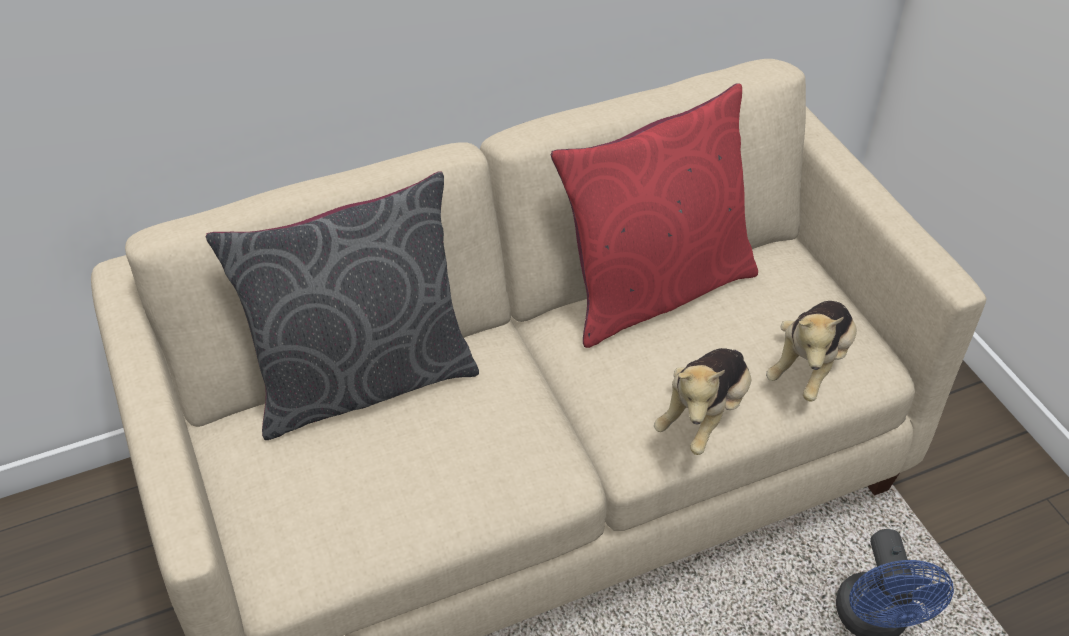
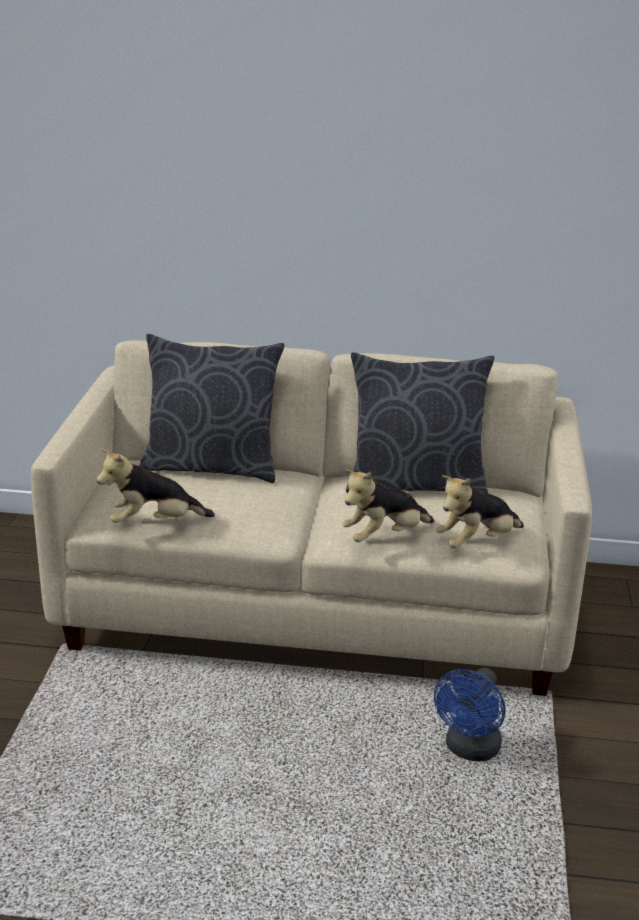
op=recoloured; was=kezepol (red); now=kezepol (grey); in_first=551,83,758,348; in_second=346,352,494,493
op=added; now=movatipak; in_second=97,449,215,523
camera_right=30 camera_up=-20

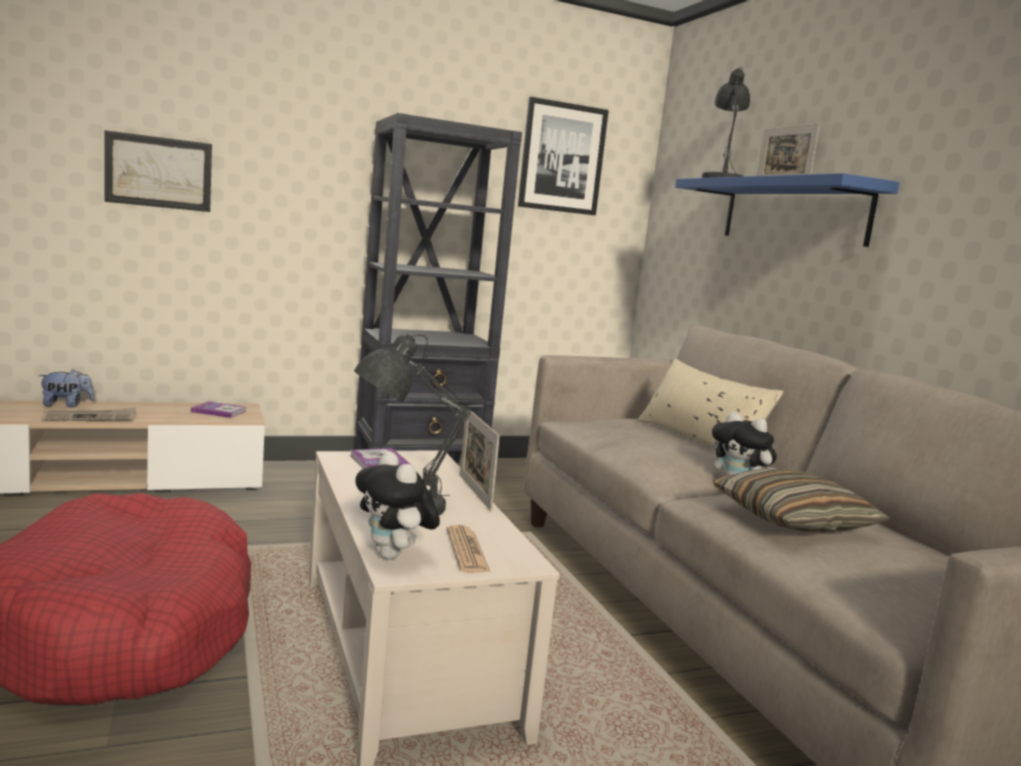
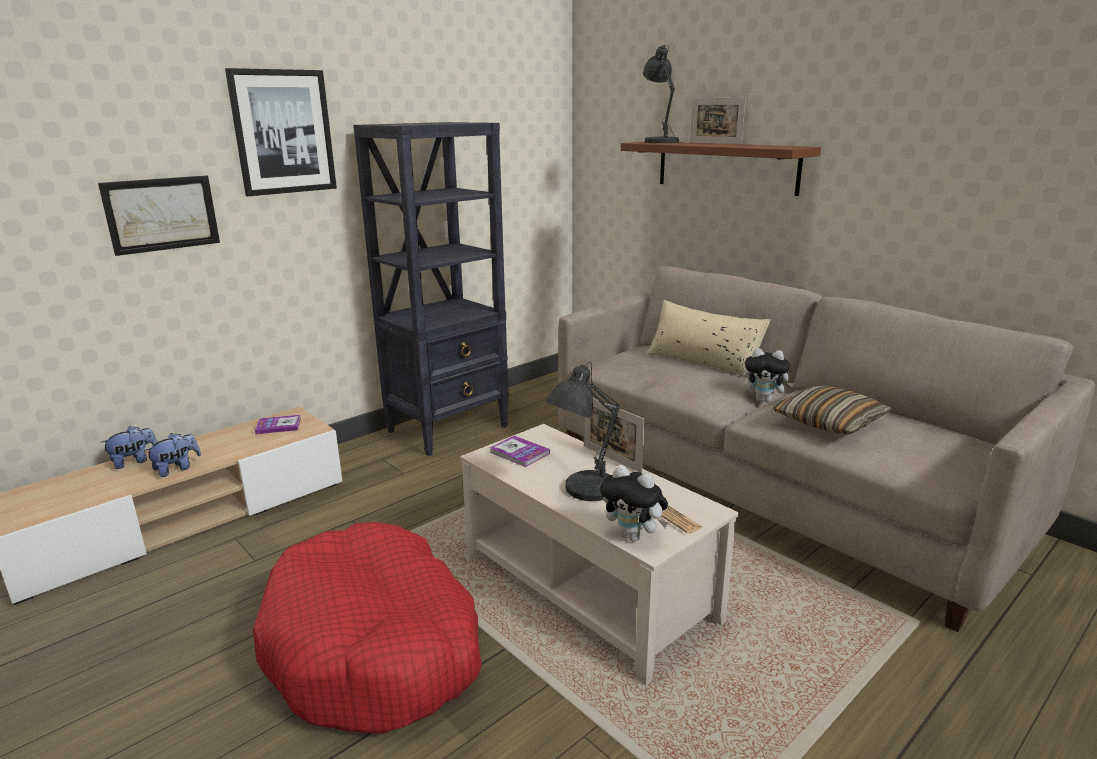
op=replaced; was=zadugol; now=movatipak; in_first=41,407,137,421; in_second=144,433,201,477
op=moved; was=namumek; in_first=518,97,609,215; in_second=225,68,337,196
op=recoloured; was=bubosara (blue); now=bubosara (brown); in_first=675,173,900,247; in_second=621,142,821,196
camera_right=-20 camera_up=10

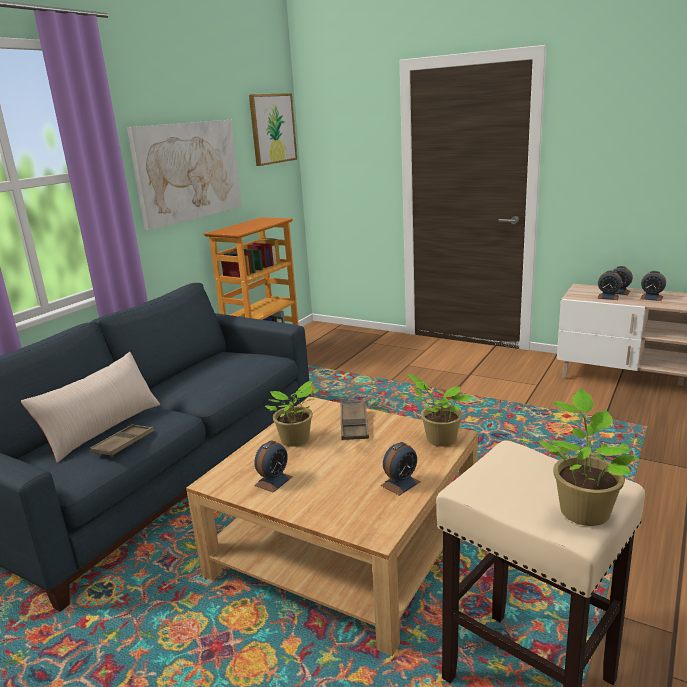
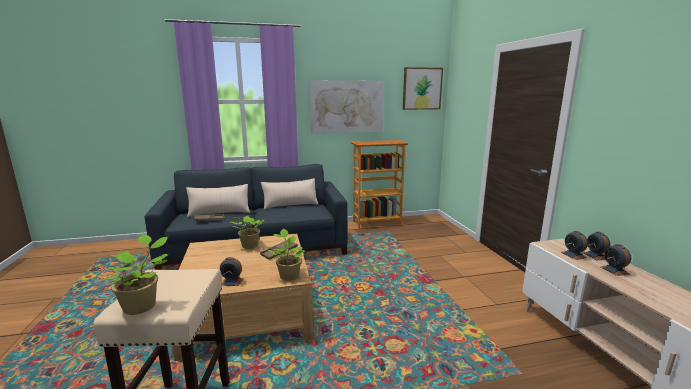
op=removed; was=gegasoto; in_first=254,440,293,493
op=added; now=kezepol (beige); in_second=261,178,318,210
camera_right=45 camera_up=-5

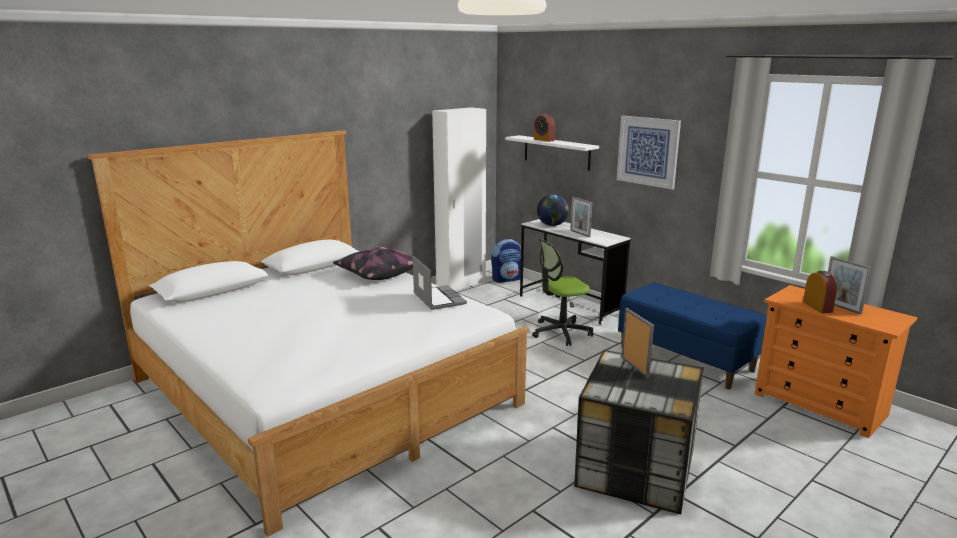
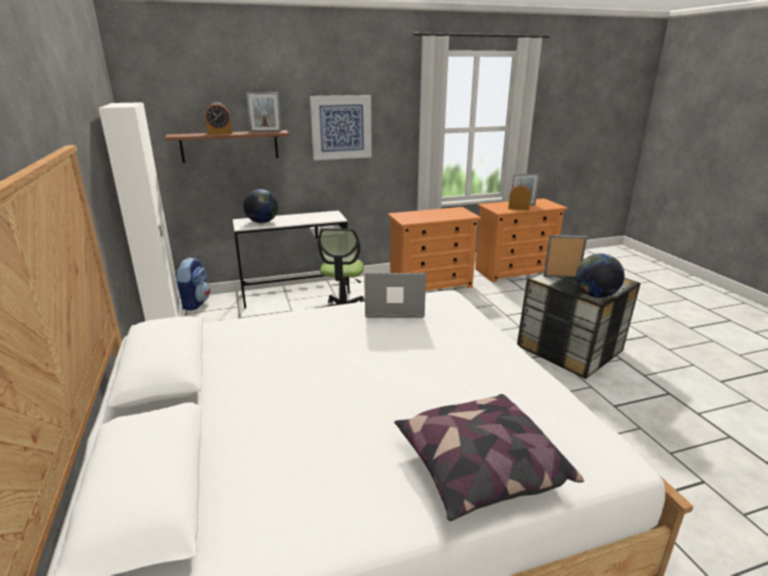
op=moved; was=kezepol; in_first=333,246,421,280; in_second=394,394,584,521
op=recoloured; was=bubosara (white); now=bubosara (brown); in_first=505,135,599,171; in_second=165,130,289,163
op=moved; was=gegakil; in_first=570,197,593,237; in_second=246,92,281,132
op=replaced; was=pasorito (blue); now=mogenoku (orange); in_first=618,282,767,389; in_second=388,207,481,291
op=added; now=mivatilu; in_second=576,253,624,298
camera_right=-65 camera_up=5

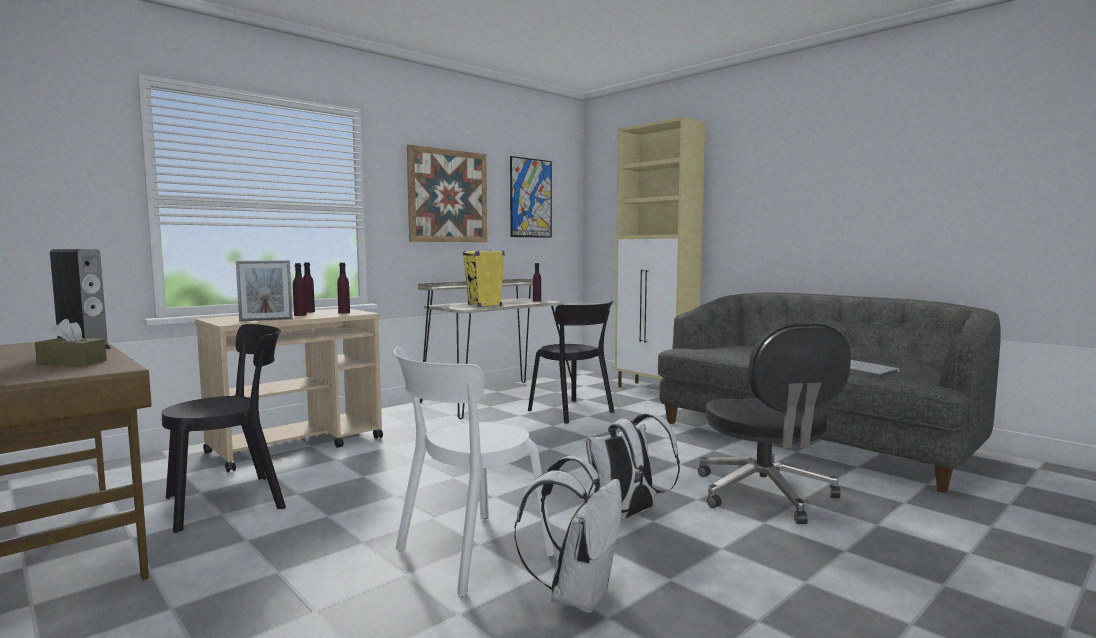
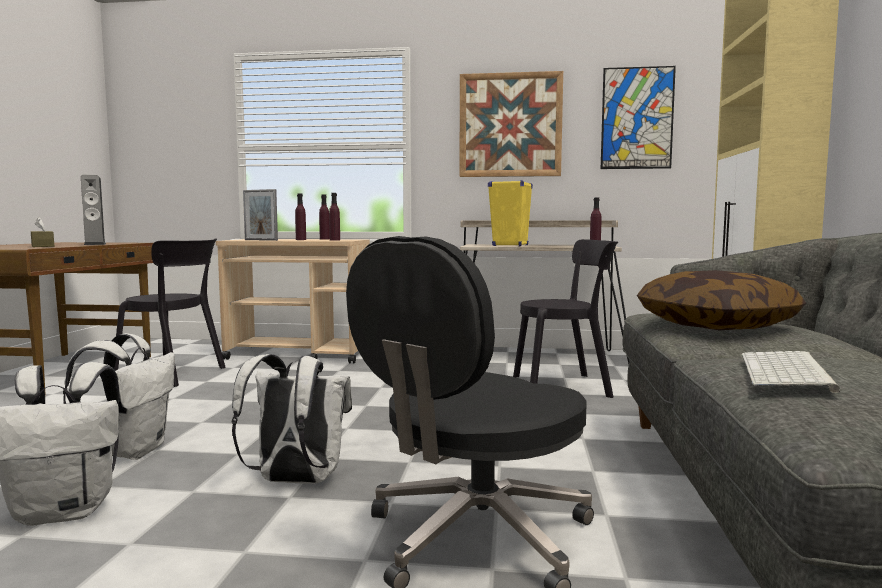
op=replaced; was=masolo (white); now=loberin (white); in_first=393,346,554,597; in_second=63,333,175,460
op=turned; was=masolo (black); in_first=528,301,614,424; in_second=513,239,618,398; clockwise=-105
op=added; now=kezepol; in_second=637,270,806,331
camera_right=50 camera_up=0

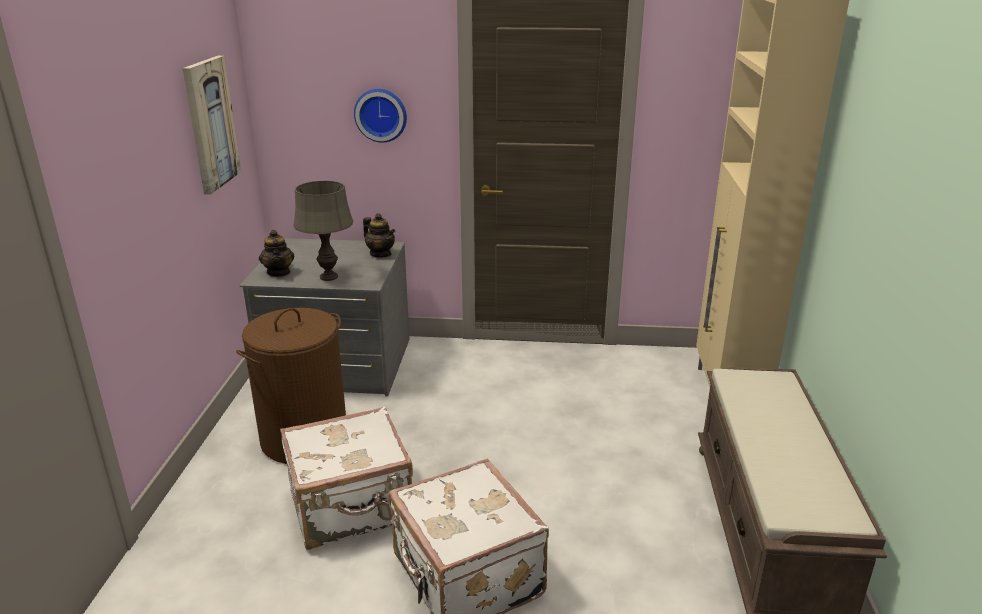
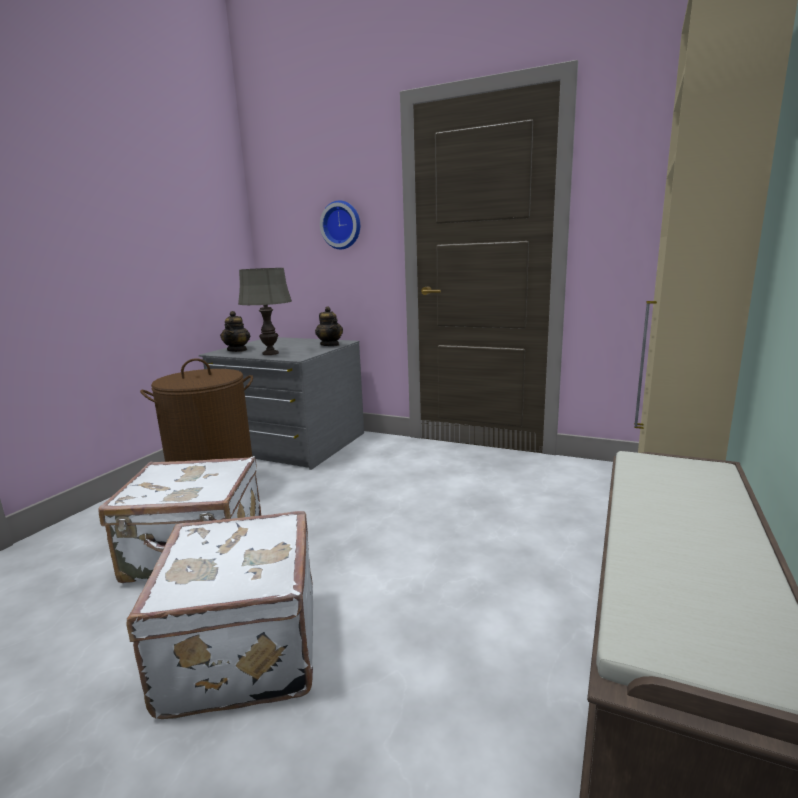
op=removed; was=namumek; in_first=182,56,241,195
camera_right=20 camera_up=-10

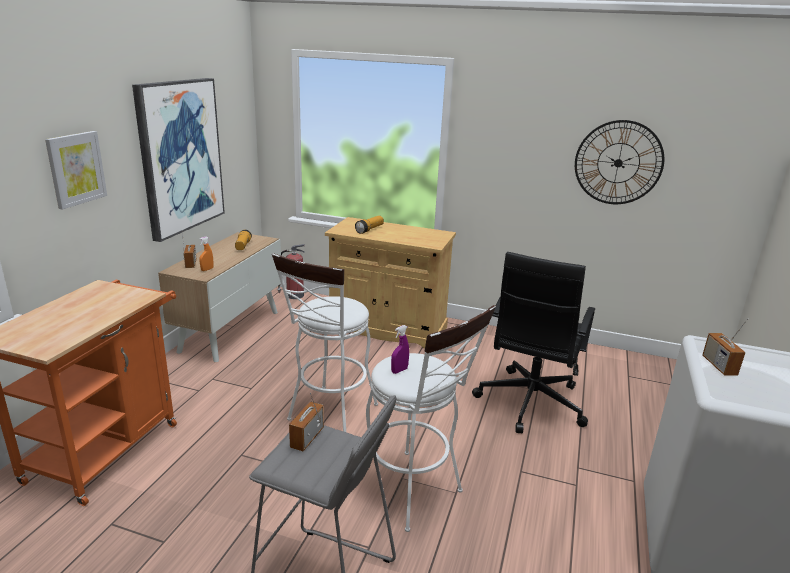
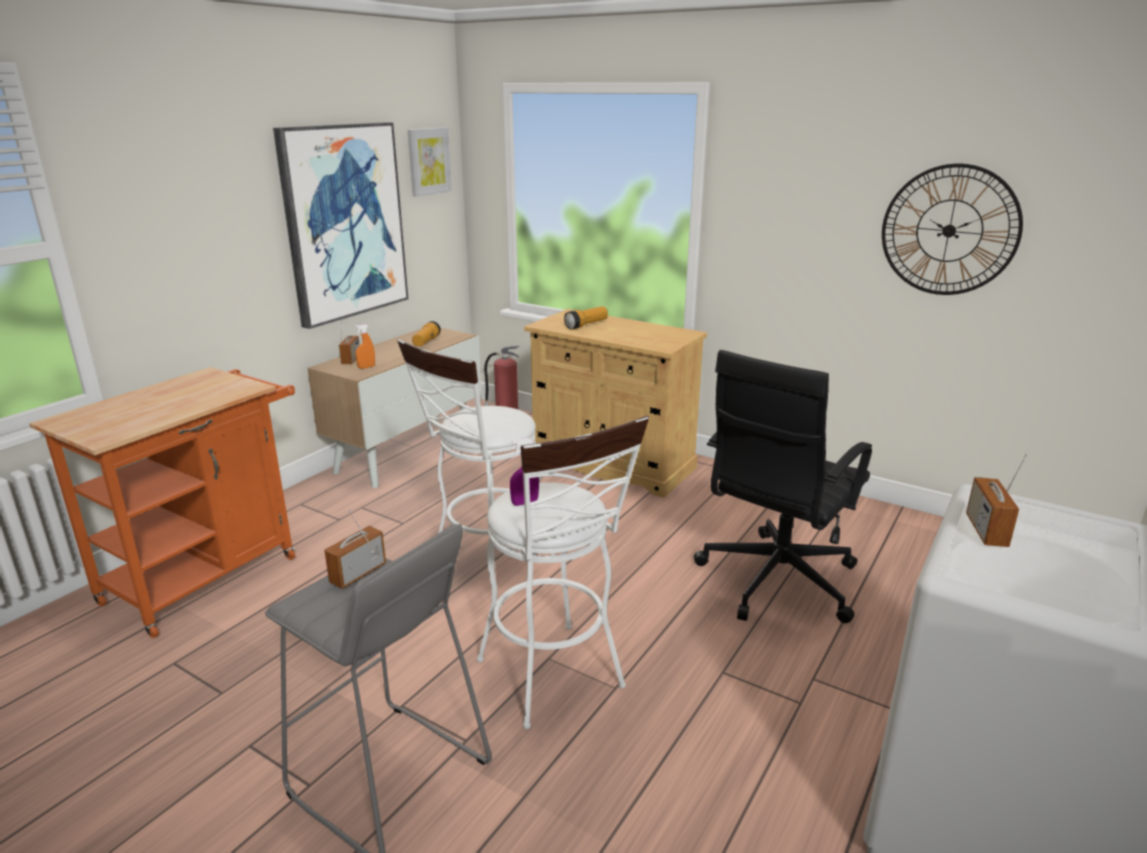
op=moved; was=namumek; in_first=45,131,107,209; in_second=408,127,452,197
camera_right=15 camera_up=0

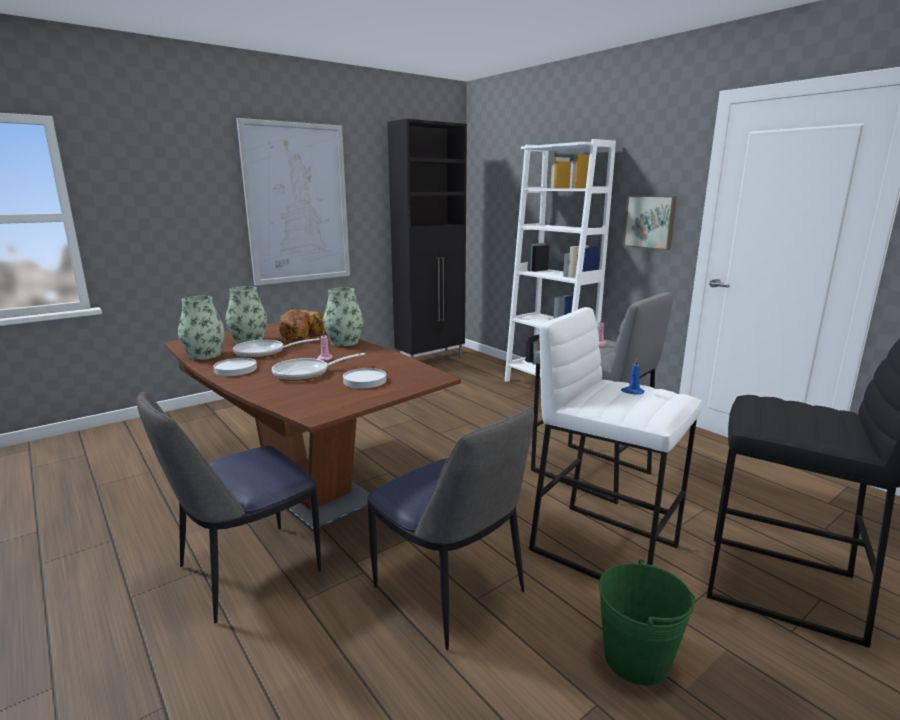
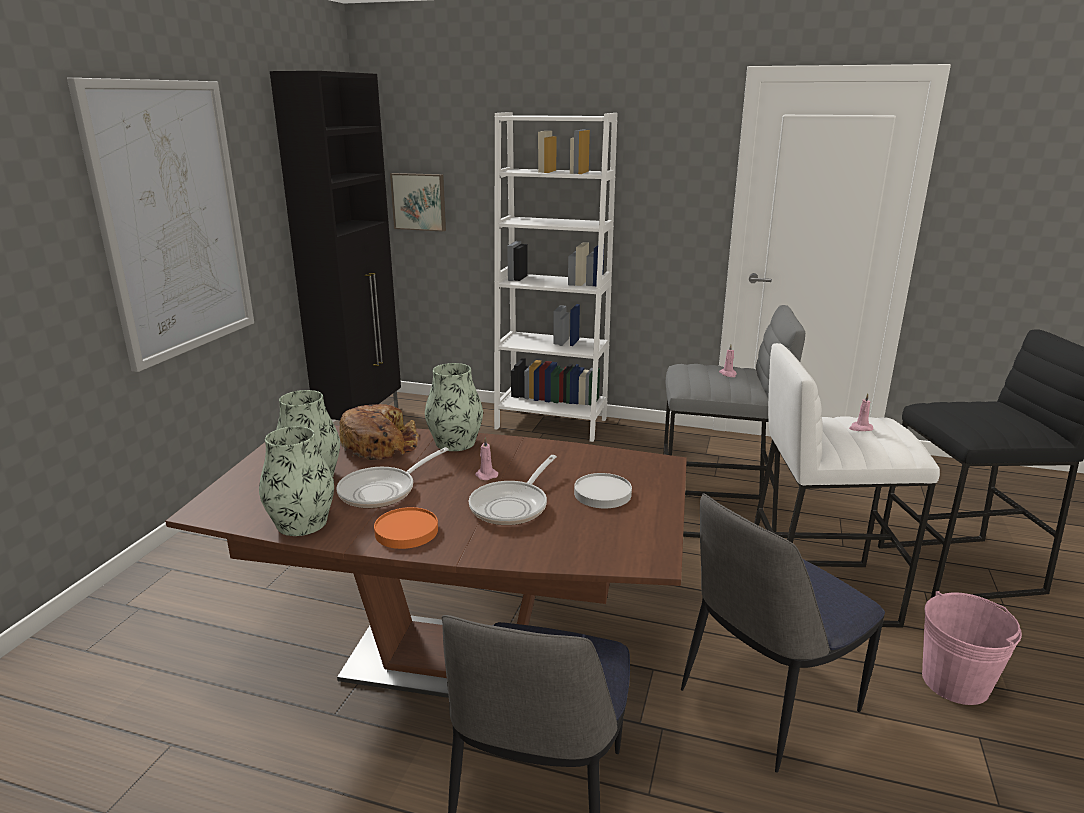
op=recoloured; was=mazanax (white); now=mazanax (orange); in_first=214,358,257,376; in_second=374,507,438,549
op=turned; was=masolo; in_first=367,407,534,650; in_second=681,493,885,773; clockwise=135
op=recoloured; was=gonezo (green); now=gonezo (pink); in_first=599,559,696,686; in_second=922,591,1022,705
op=recoloured; was=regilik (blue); now=regilik (pink); in_first=621,358,644,395; in_second=849,393,873,431
op=moved; was=namumek; in_first=623,195,677,250; in_second=390,173,446,232
camera_right=-35 camera_up=5

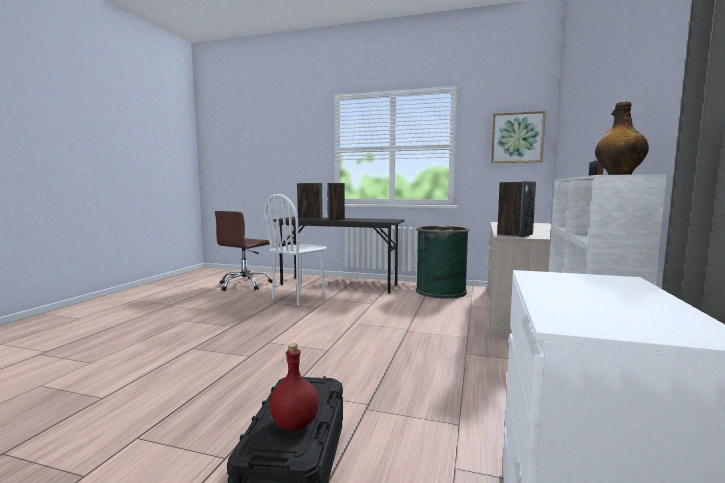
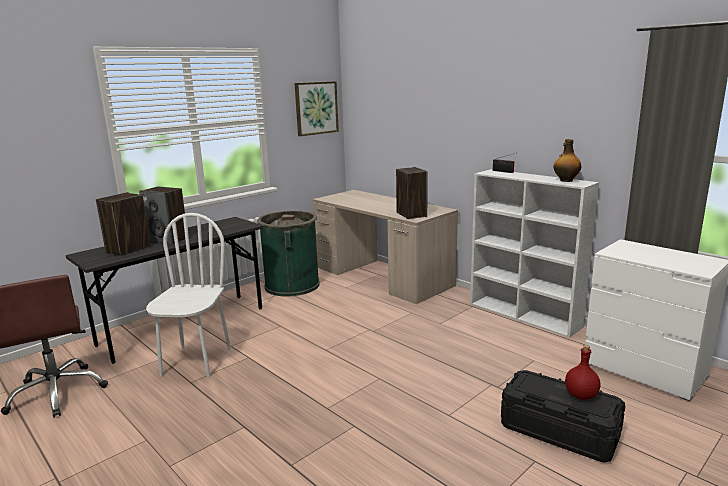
op=turned; was=masolo (white); in_first=264,194,326,306; in_second=146,213,231,378; clockwise=-150
camera_right=-60 camera_up=10

